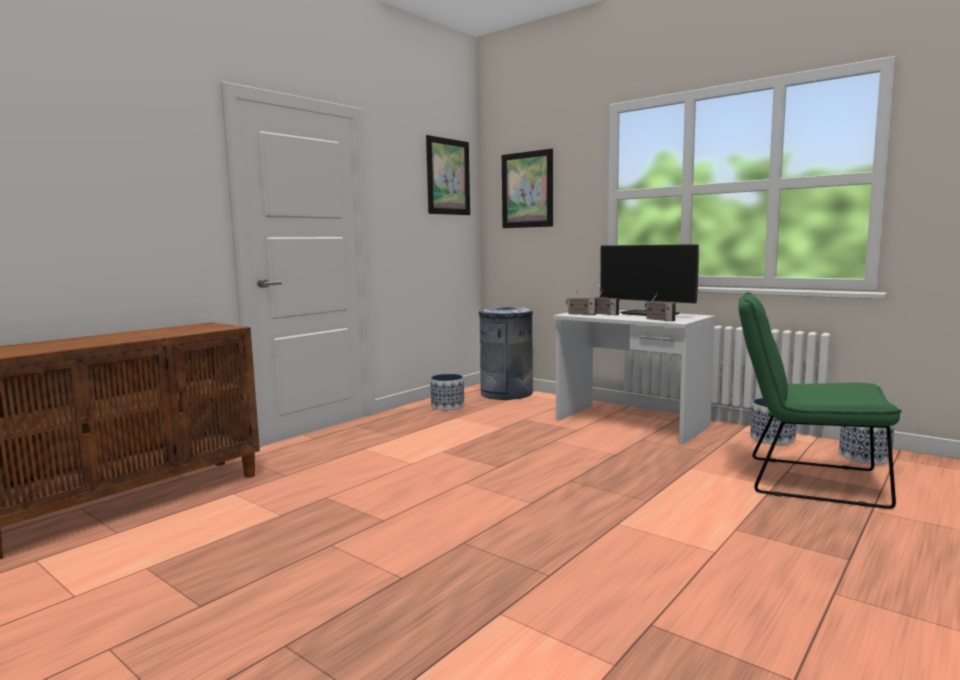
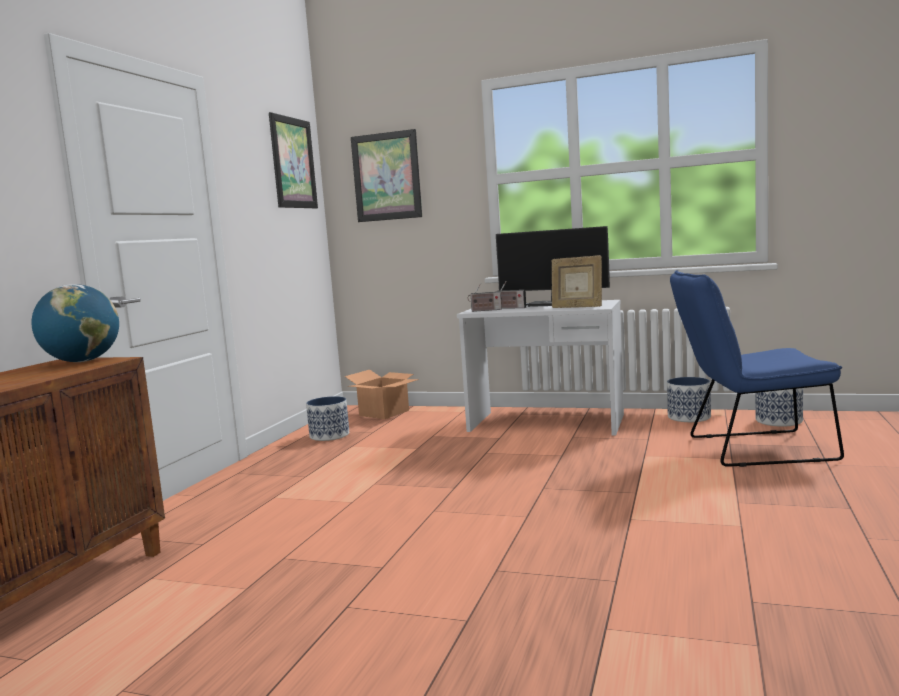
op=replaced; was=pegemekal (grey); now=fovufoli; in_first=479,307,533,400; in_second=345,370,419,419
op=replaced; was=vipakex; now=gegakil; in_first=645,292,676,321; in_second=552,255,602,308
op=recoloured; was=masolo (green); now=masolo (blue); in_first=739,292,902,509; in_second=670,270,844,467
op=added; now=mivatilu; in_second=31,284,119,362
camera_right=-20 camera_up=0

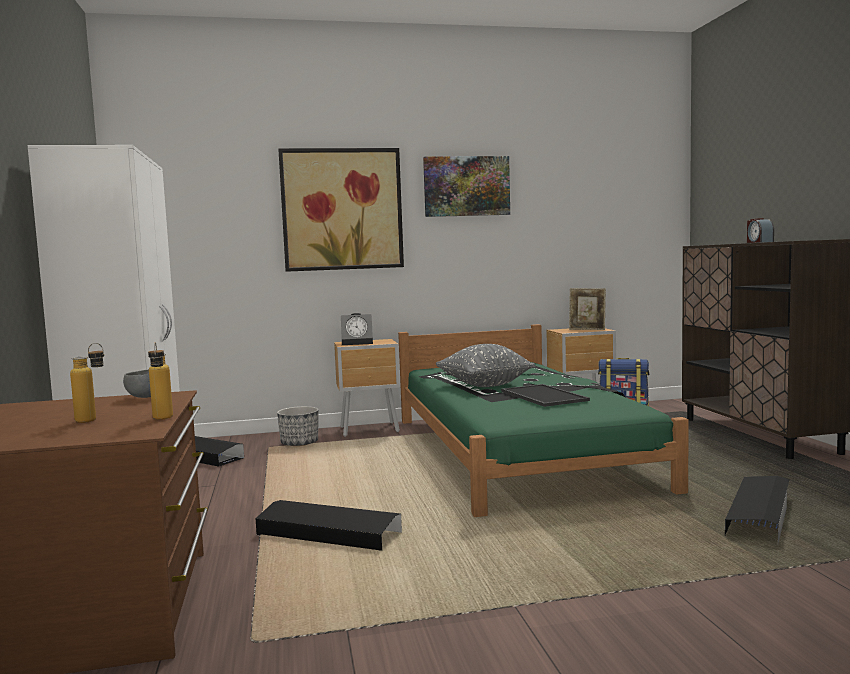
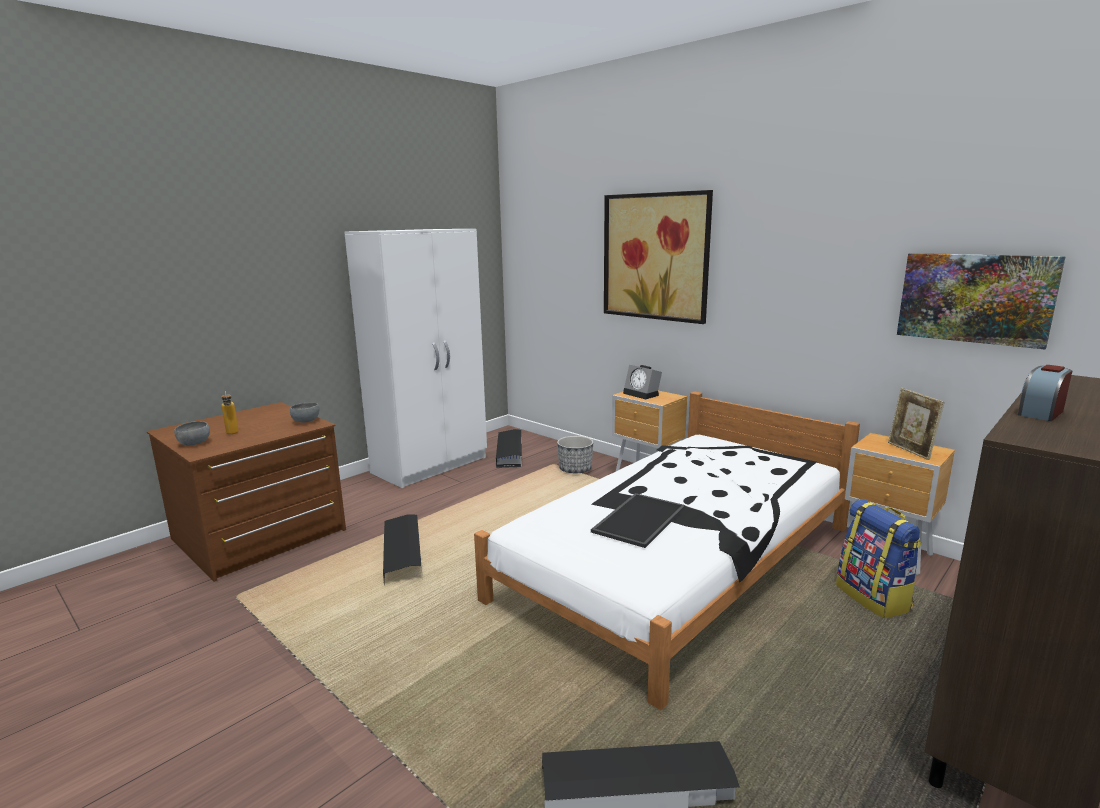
op=removed; was=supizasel; in_first=148,342,173,420
op=recoloured; was=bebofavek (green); now=bebofavek (white); in_first=398,324,689,517; in_second=474,391,860,710
op=moved; was=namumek; in_first=423,156,510,217; in_second=897,253,1066,349
op=removed; was=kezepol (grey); in_first=436,344,535,387
op=added; now=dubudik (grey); in_second=174,421,210,445
camera_right=55 camera_up=10

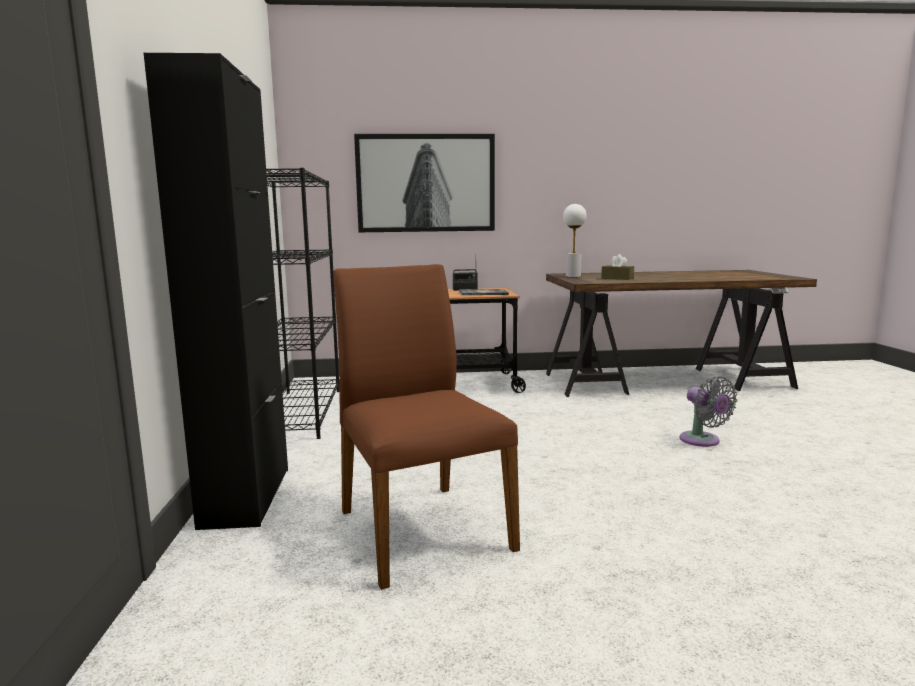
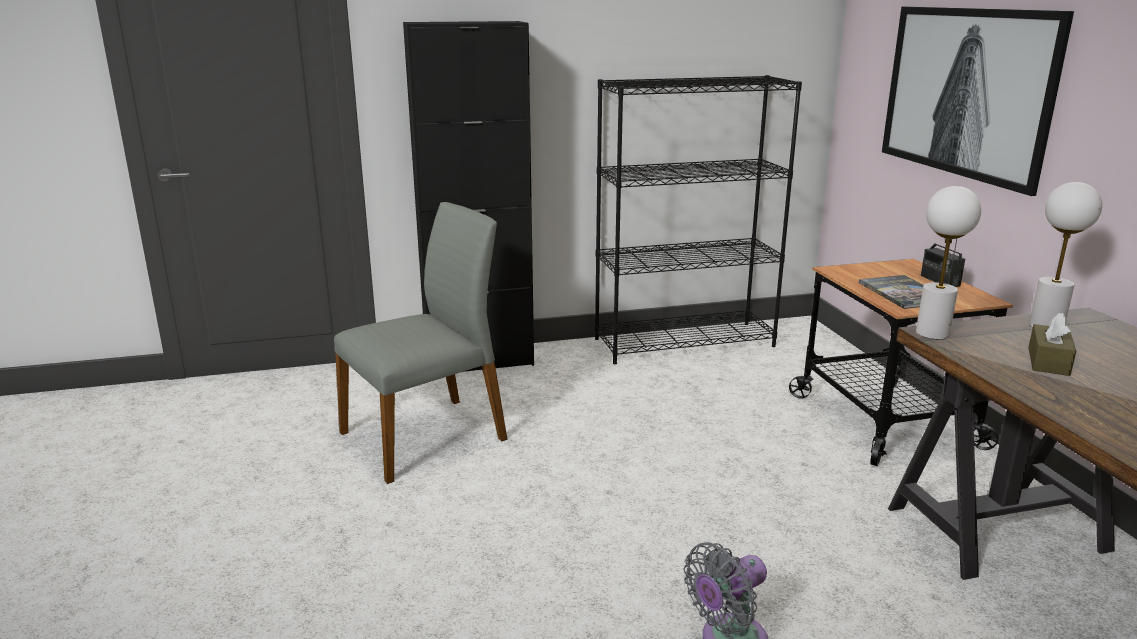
op=recoloured; was=masolo (brown); now=masolo (grey); in_first=333,264,520,590; in_second=334,202,507,484
op=added; now=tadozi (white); in_second=916,186,981,339
camera_right=80 camera_up=10

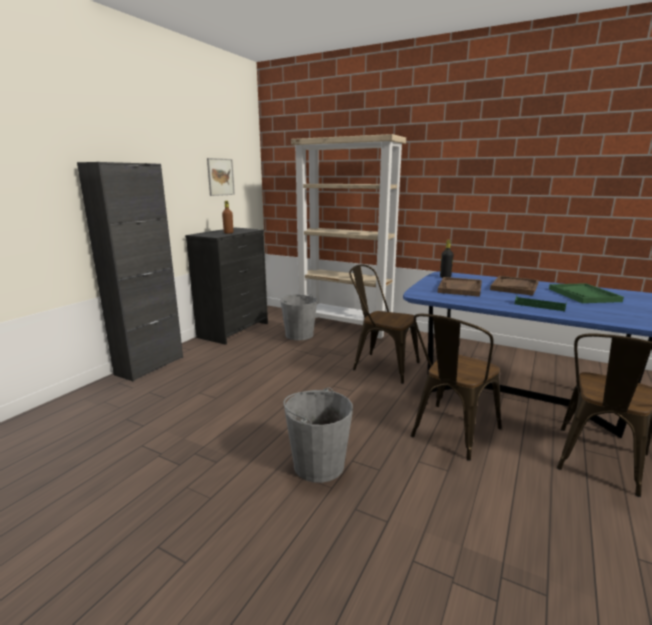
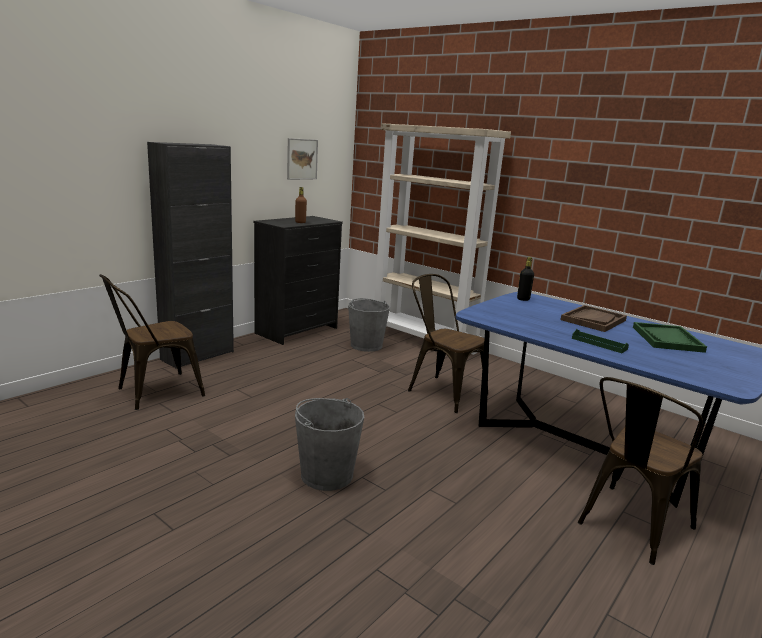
op=moved; was=masolo (brown); in_first=411,314,502,461; in_second=99,274,205,410
op=removed; was=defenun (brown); in_first=438,277,482,297
camera_right=10 camera_up=0

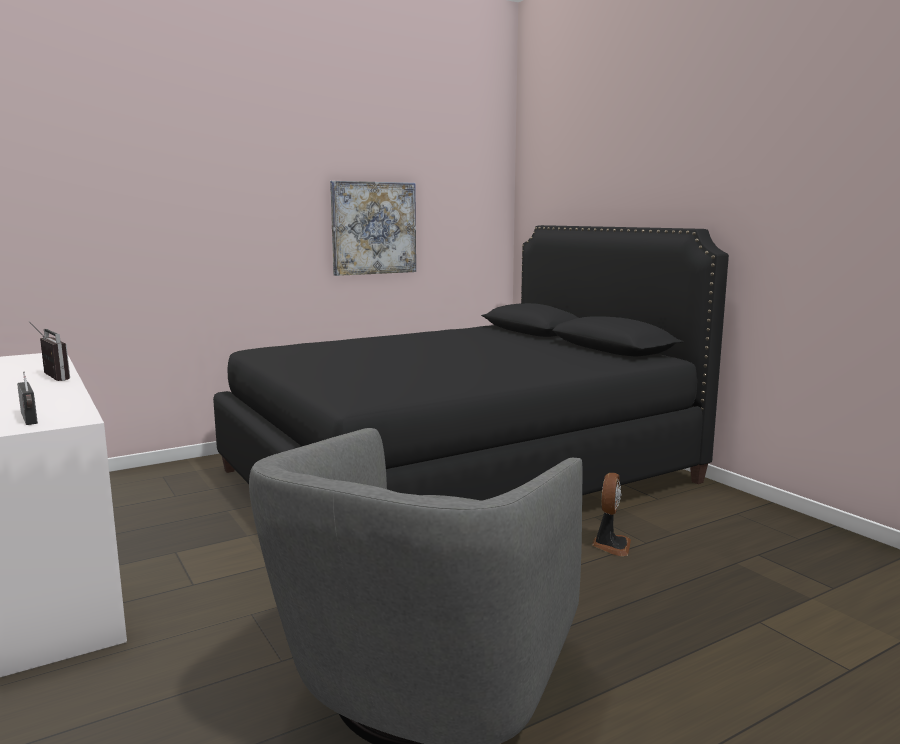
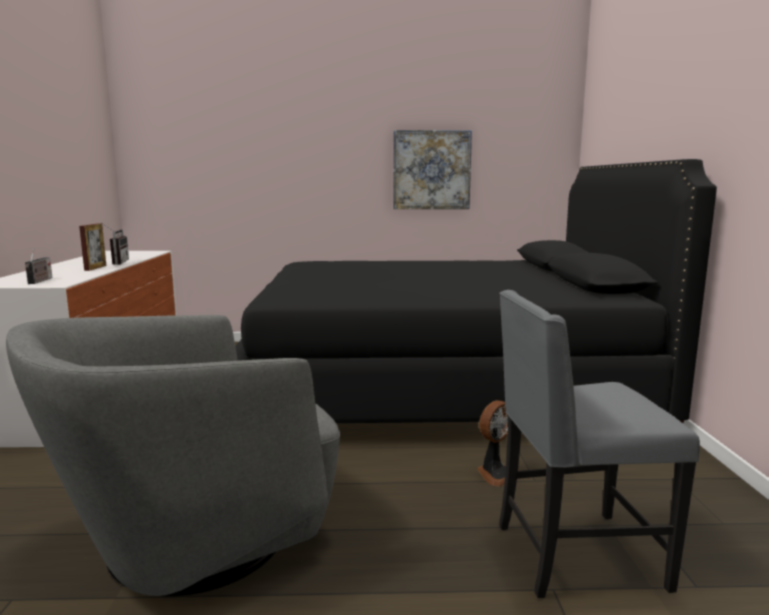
op=added; now=gegakil; in_second=79,224,106,271
op=added; now=masolo (grey); in_second=499,290,700,598
camera_right=30 camera_up=0

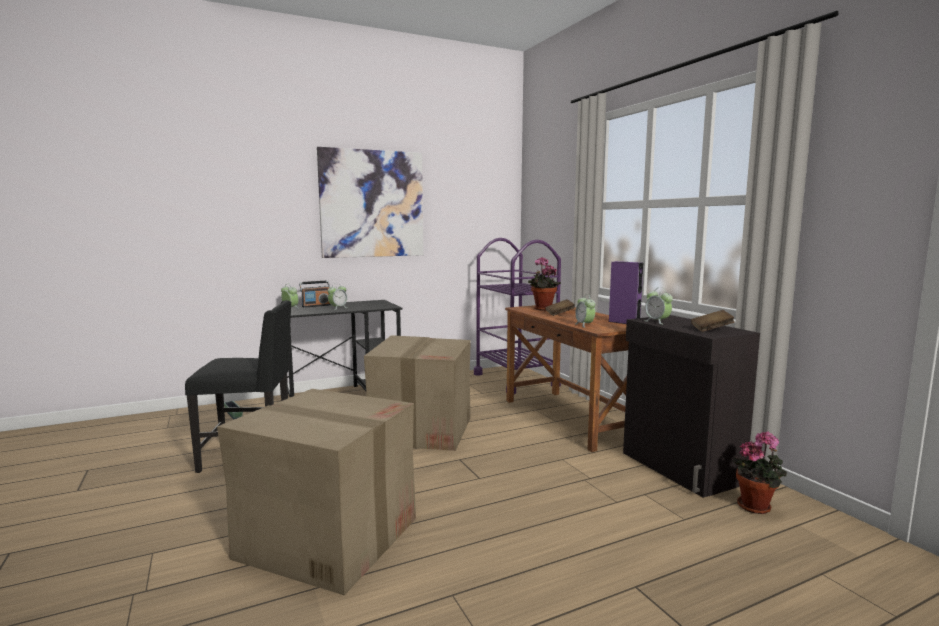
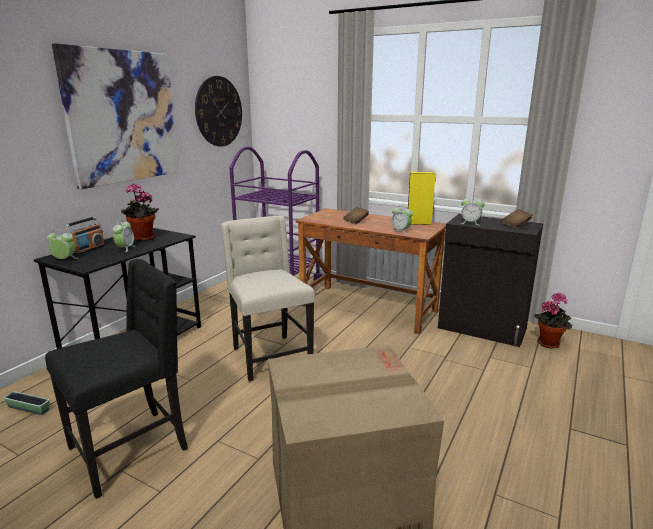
op=replaced; was=fovufoli; now=masolo (beige); in_first=364,335,471,451; in_second=221,216,315,381
op=moved; was=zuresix; in_first=528,257,561,311; in_second=121,183,159,241
op=recoloured; was=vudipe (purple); now=vudipe (yellow); in_first=609,261,643,324; in_second=408,172,436,225
op=added; now=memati; in_second=195,76,242,147
camera_right=-35 camera_up=10

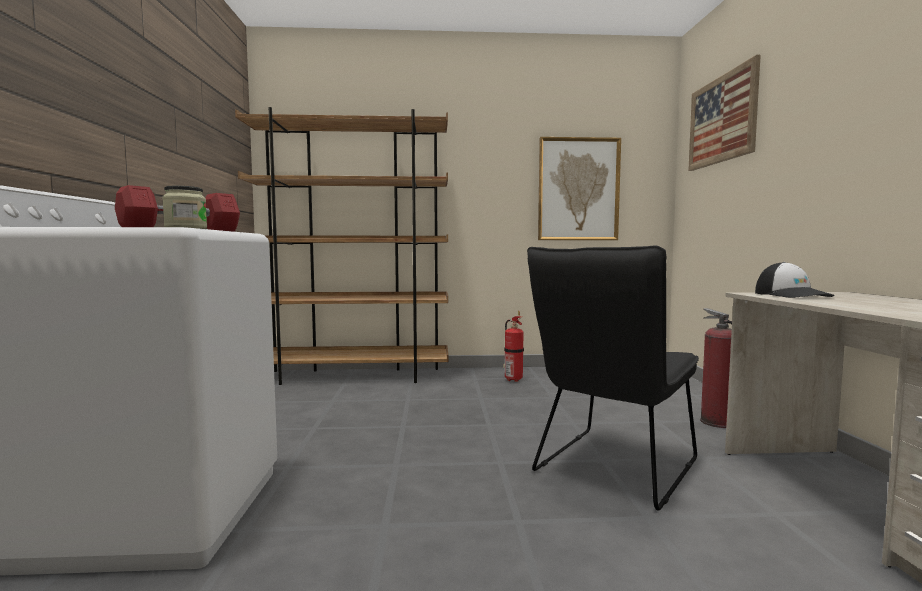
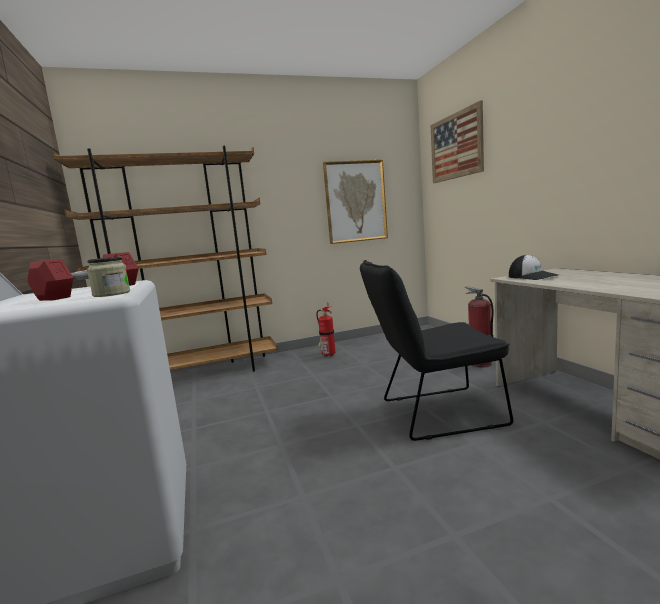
op=turned; was=masolo (black); in_first=527,246,699,511; in_second=360,260,513,441; clockwise=60
camera_right=-15 camera_up=5

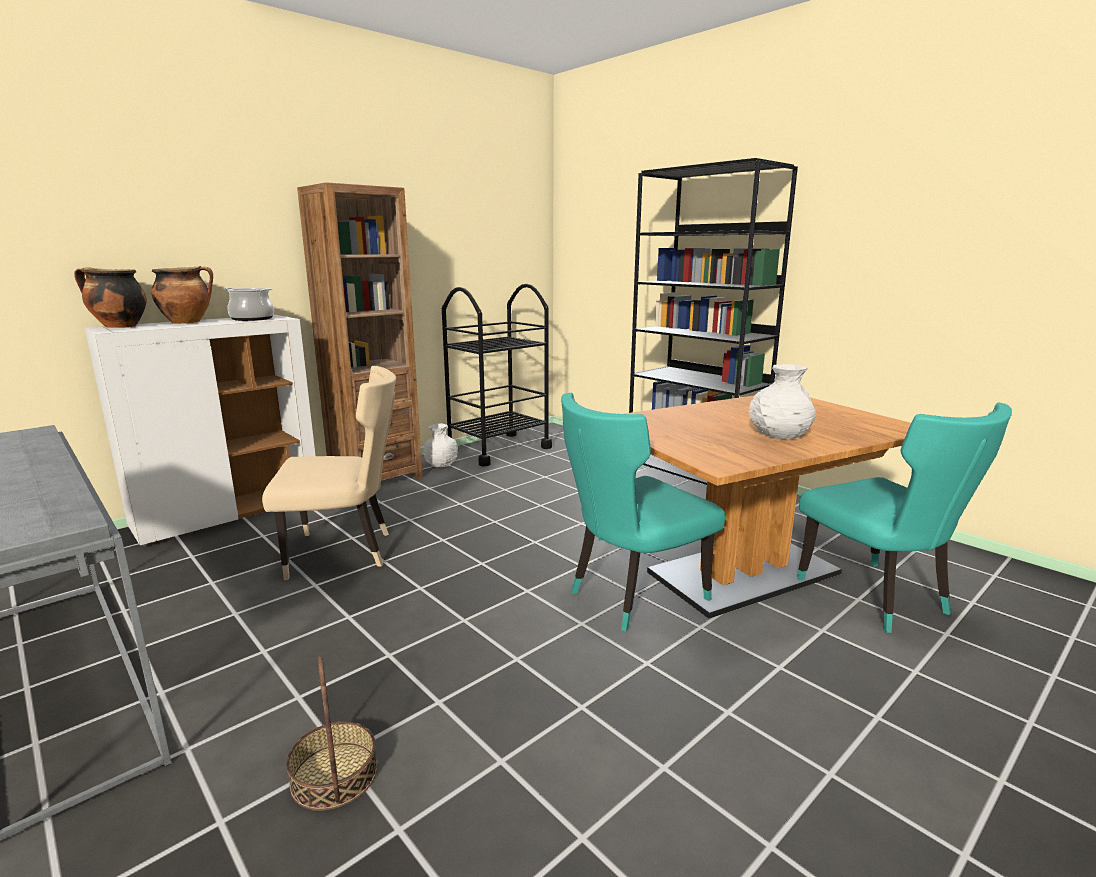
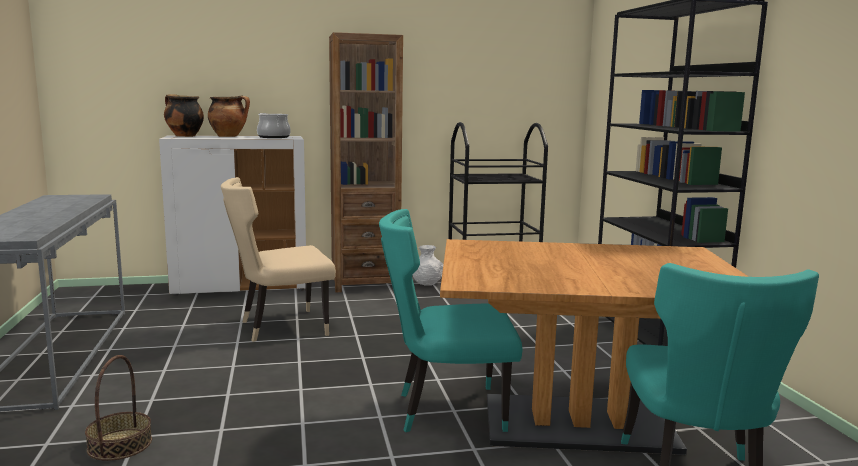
op=turned; was=masolo (beige); in_first=262,366,396,580; in_second=221,177,336,342; clockwise=135
op=removed; was=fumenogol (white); in_first=749,364,816,440
camera_right=30 camera_up=-5

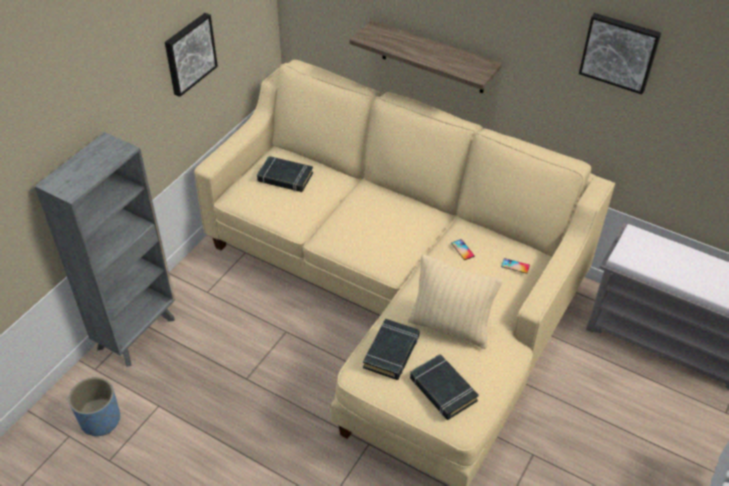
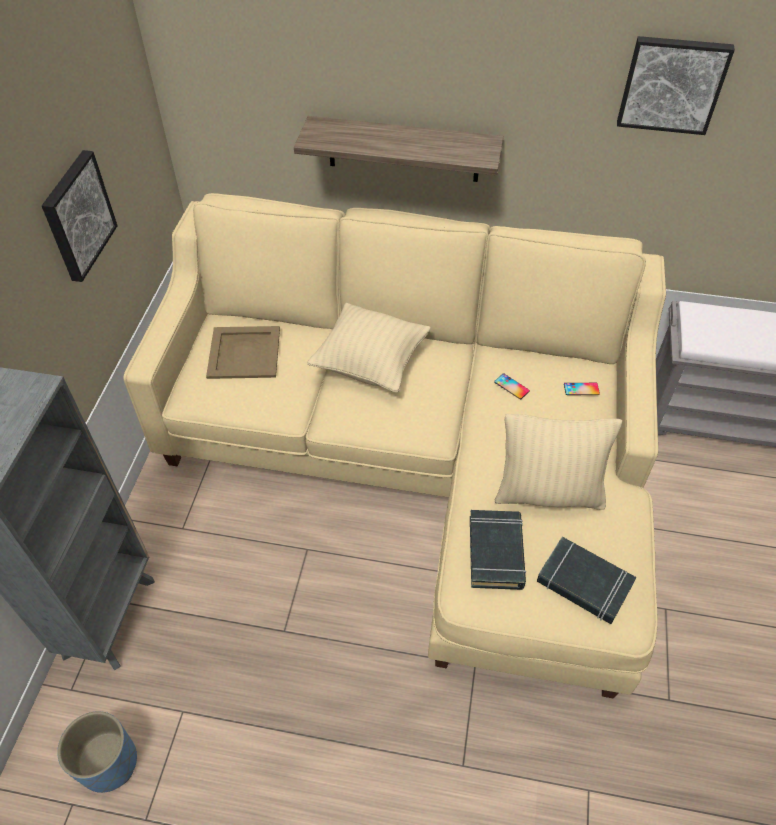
op=replaced; was=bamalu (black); now=defenun (beige); in_first=257,156,313,192; in_second=206,326,280,379
op=added; now=kezepol (beige); in_second=307,303,431,393
camera_right=-20 camera_up=5

